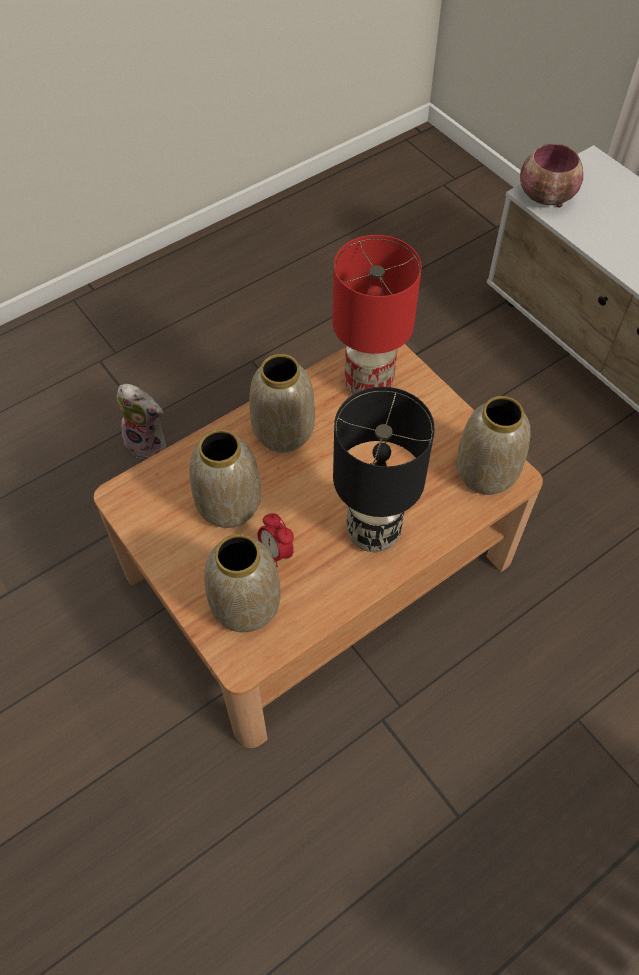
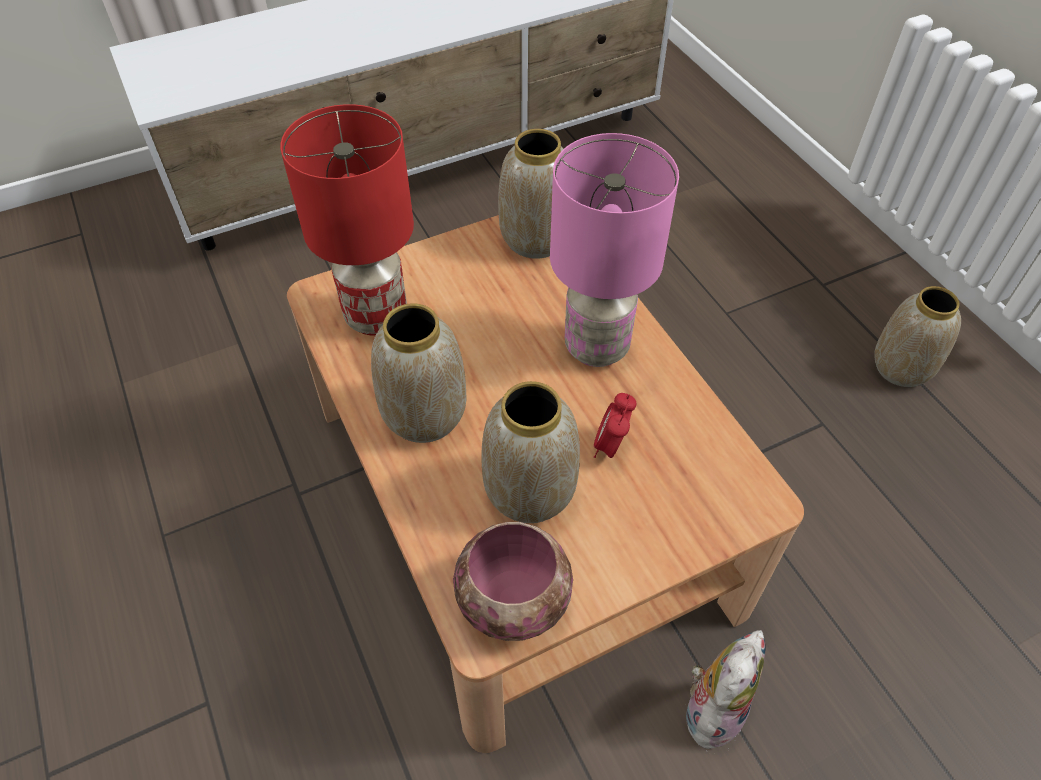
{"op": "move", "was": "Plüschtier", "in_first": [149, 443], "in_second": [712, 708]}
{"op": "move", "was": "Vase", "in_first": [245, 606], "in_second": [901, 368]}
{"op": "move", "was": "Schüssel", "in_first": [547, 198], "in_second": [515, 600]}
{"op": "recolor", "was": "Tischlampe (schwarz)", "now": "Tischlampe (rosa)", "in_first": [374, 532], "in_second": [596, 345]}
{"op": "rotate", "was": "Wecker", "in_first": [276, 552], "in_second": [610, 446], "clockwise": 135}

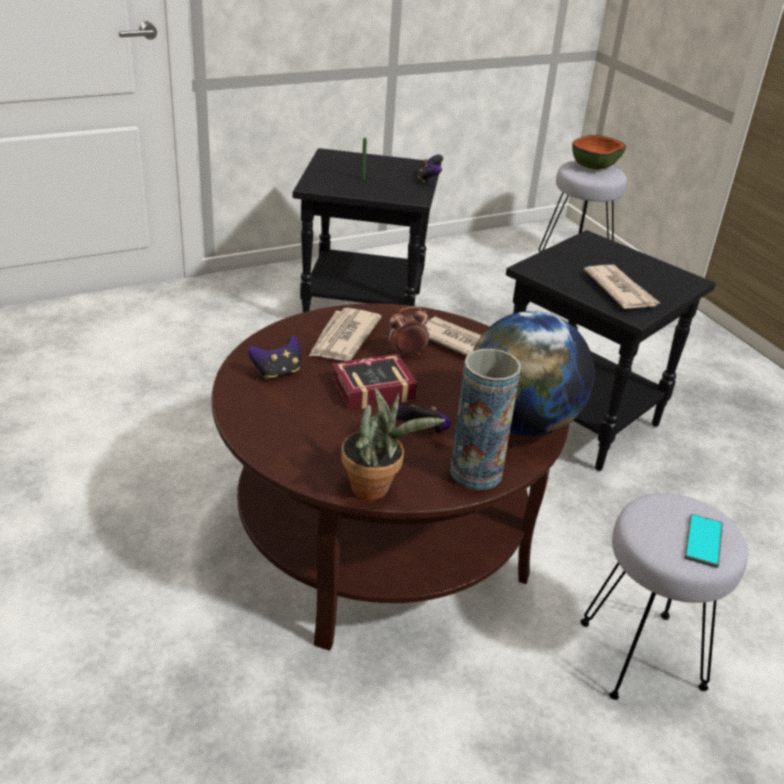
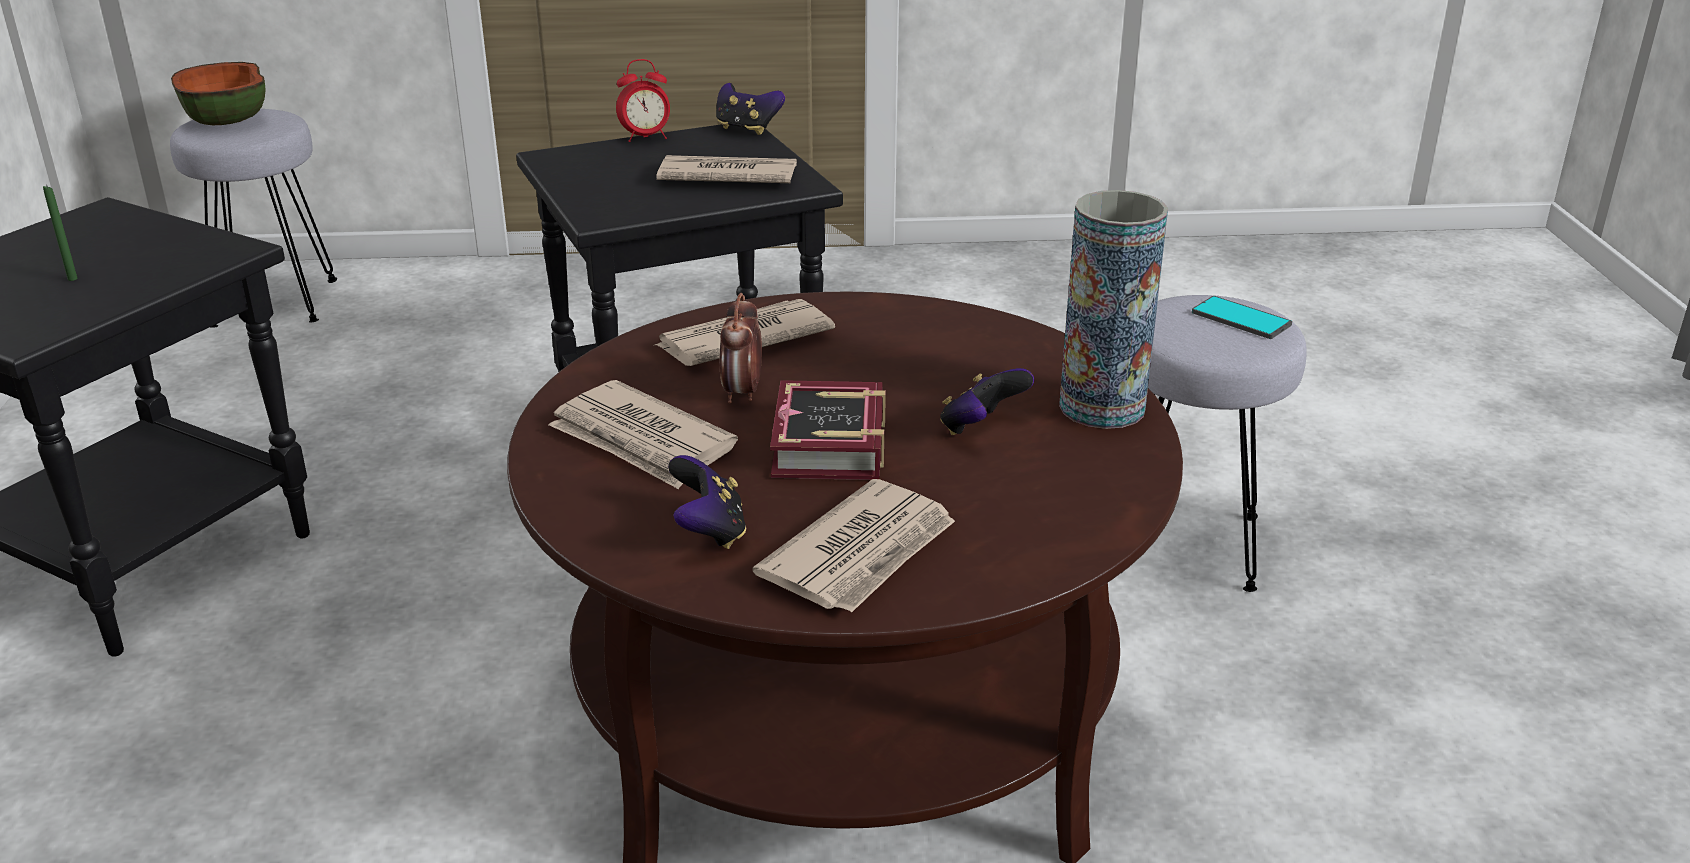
{"op": "delete", "was": "Topfpflanze", "in_first": [376, 488]}
{"op": "delete", "was": "Globus", "in_first": [521, 423]}
{"op": "insert", "now": "Wecker", "in_second": [646, 137]}
{"op": "insert", "now": "Zeitung", "in_second": [862, 553]}
{"op": "move", "was": "Gamepad", "in_first": [429, 179], "in_second": [747, 129]}

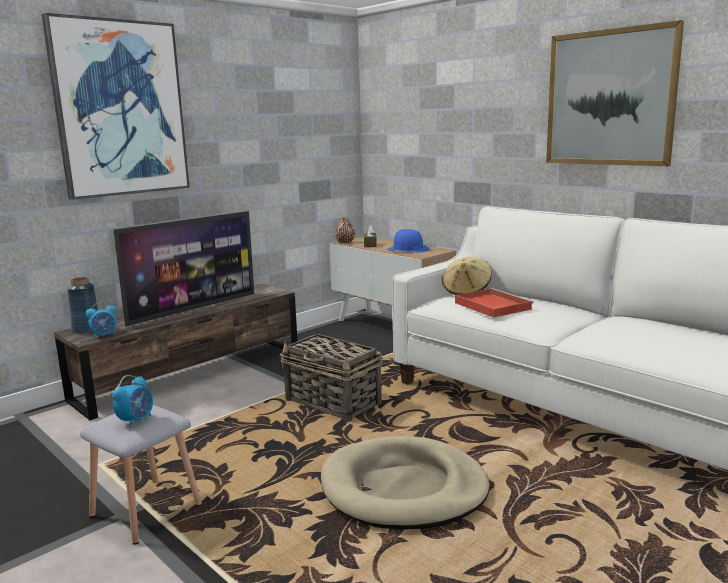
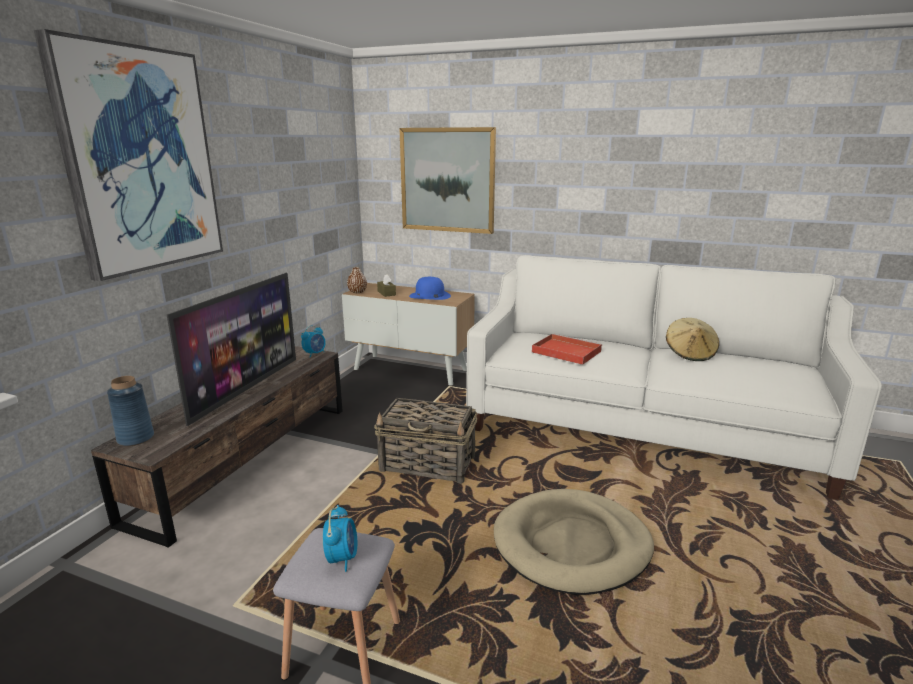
{"op": "move", "was": "Wecker", "in_first": [104, 335], "in_second": [315, 354]}
{"op": "move", "was": "Hut (beige)", "in_first": [466, 291], "in_second": [690, 354]}
{"op": "move", "was": "Bild", "in_first": [610, 98], "in_second": [447, 180]}

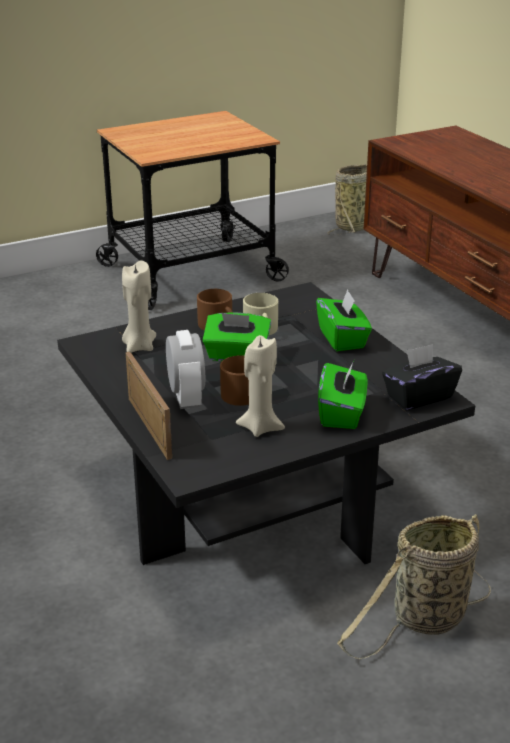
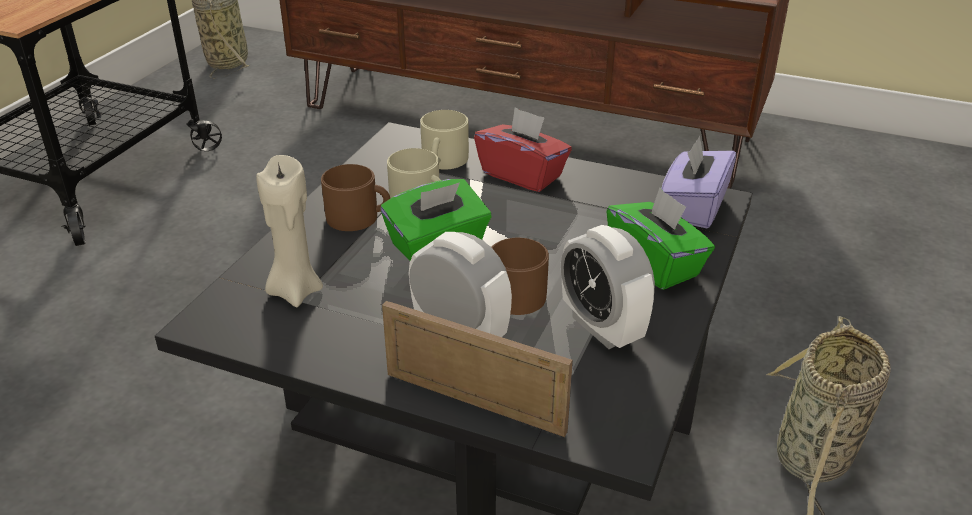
{"op": "insert", "now": "Henkelbecher (beige)", "in_second": [443, 161]}
{"op": "replace", "was": "Kerze (beige)", "now": "Wecker", "in_first": [260, 427], "in_second": [602, 327]}
{"op": "recolor", "was": "Taschentuchbox (grün)", "now": "Taschentuchbox (rot)", "in_first": [342, 339], "in_second": [522, 174]}
{"op": "recolor", "was": "Taschentuchbox (schwarz)", "now": "Taschentuchbox (lila)", "in_first": [419, 396], "in_second": [693, 207]}

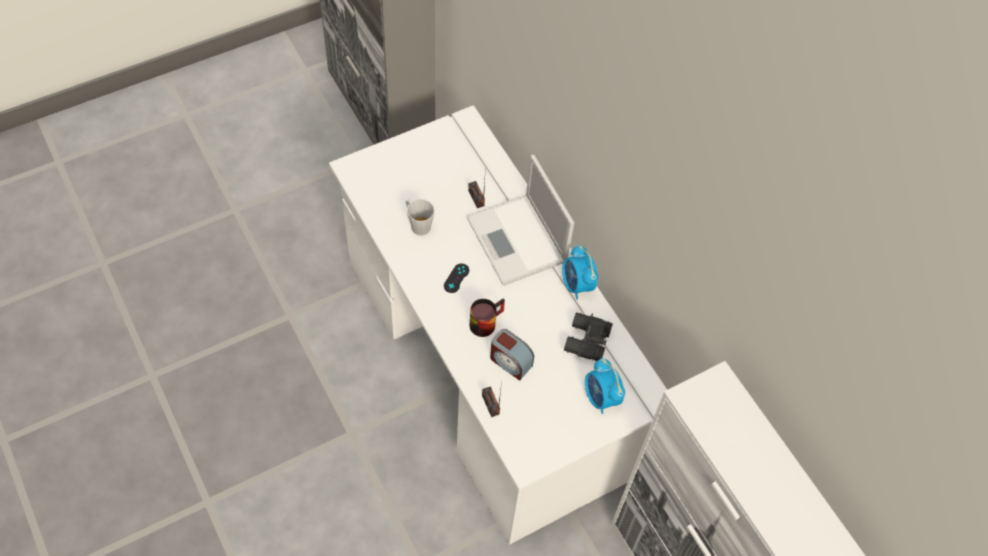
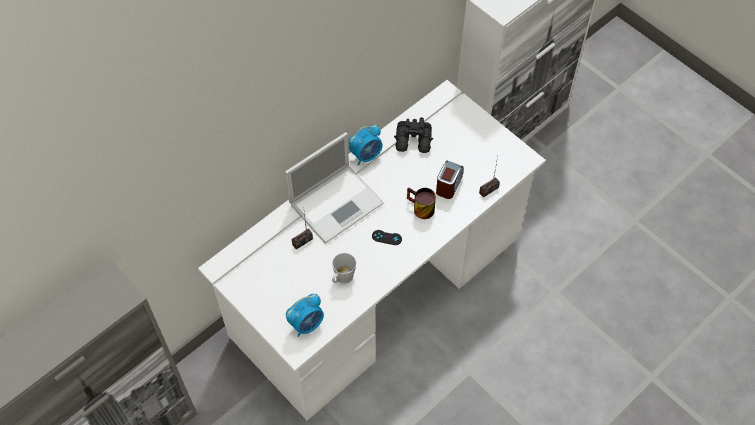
{"op": "move", "was": "Wecker", "in_first": [601, 398], "in_second": [307, 324]}

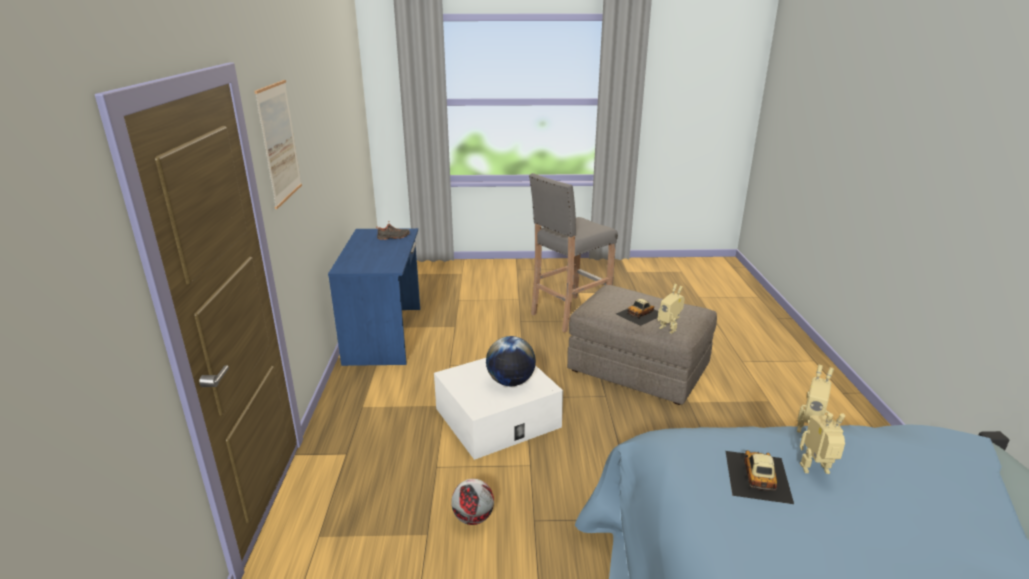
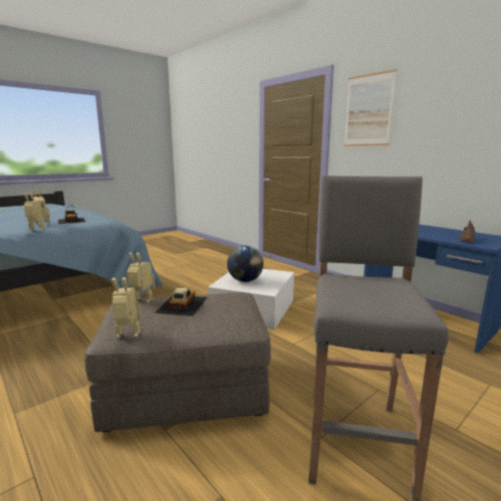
{"op": "delete", "was": "Fußball", "in_first": [472, 517]}
{"op": "insert", "now": "Spielzeugroboter", "in_second": [127, 336]}

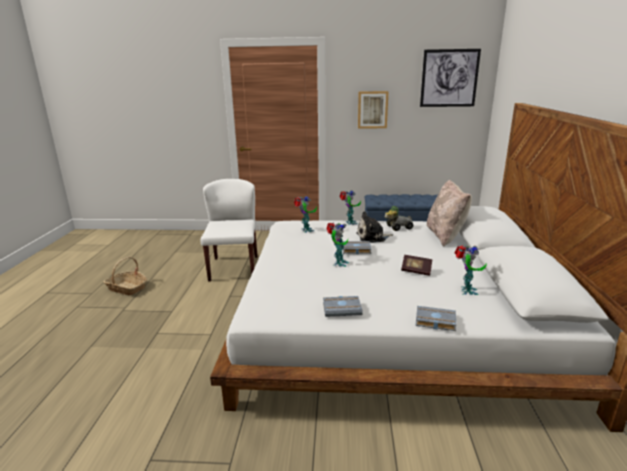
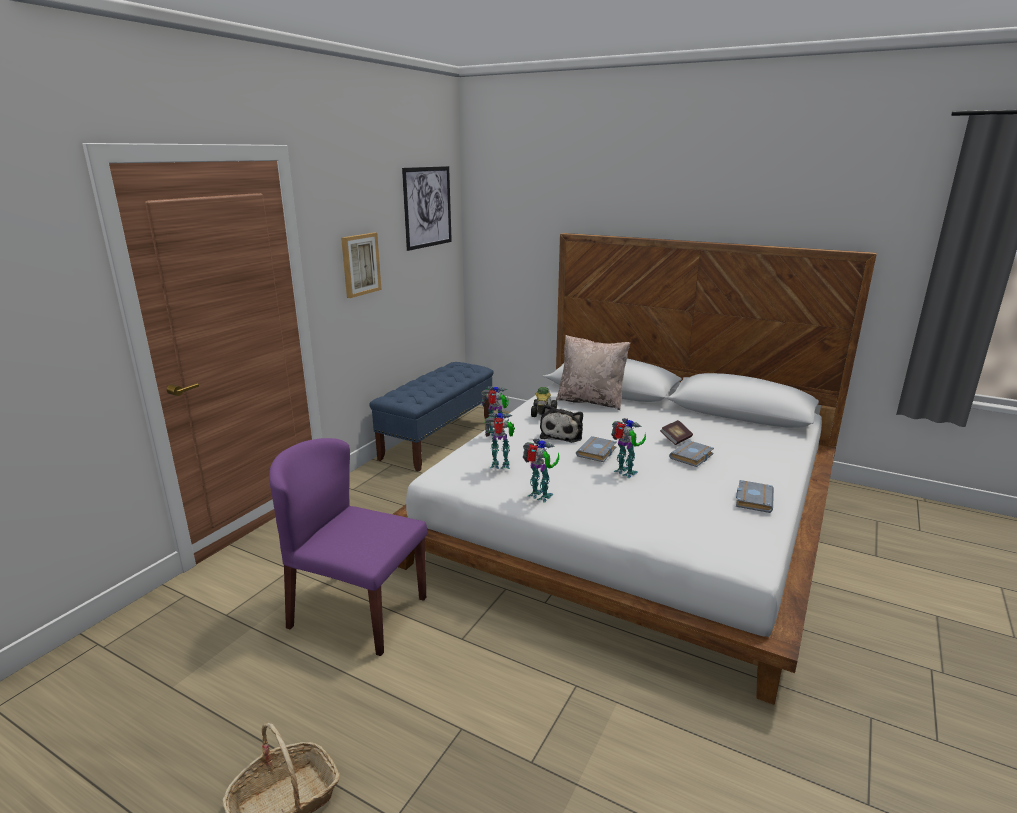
{"op": "move", "was": "Buch (grau)", "in_first": [434, 321], "in_second": [692, 457]}
{"op": "move", "was": "Spielzeugroboter", "in_first": [466, 291], "in_second": [540, 497]}
{"op": "recolor", "was": "Stuhl (weiß)", "now": "Stuhl (lila)", "in_first": [234, 268], "in_second": [357, 612]}

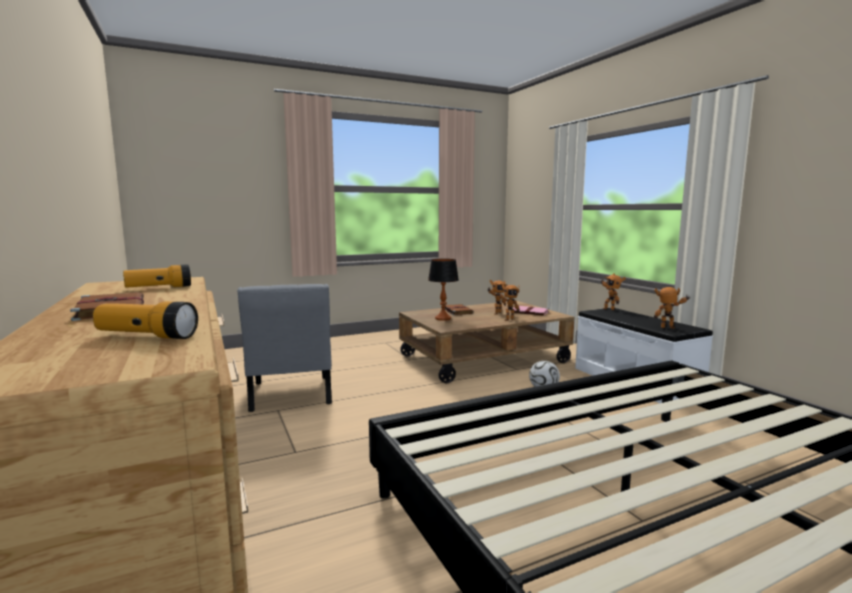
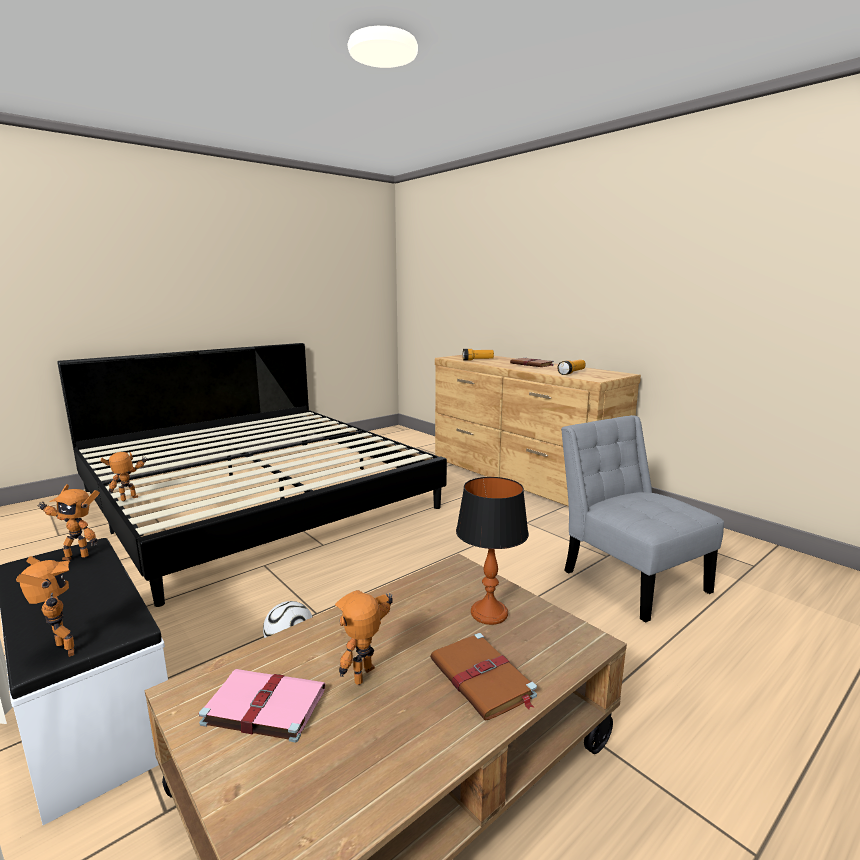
{"op": "move", "was": "Spielzeugroboter", "in_first": [508, 319], "in_second": [131, 499]}

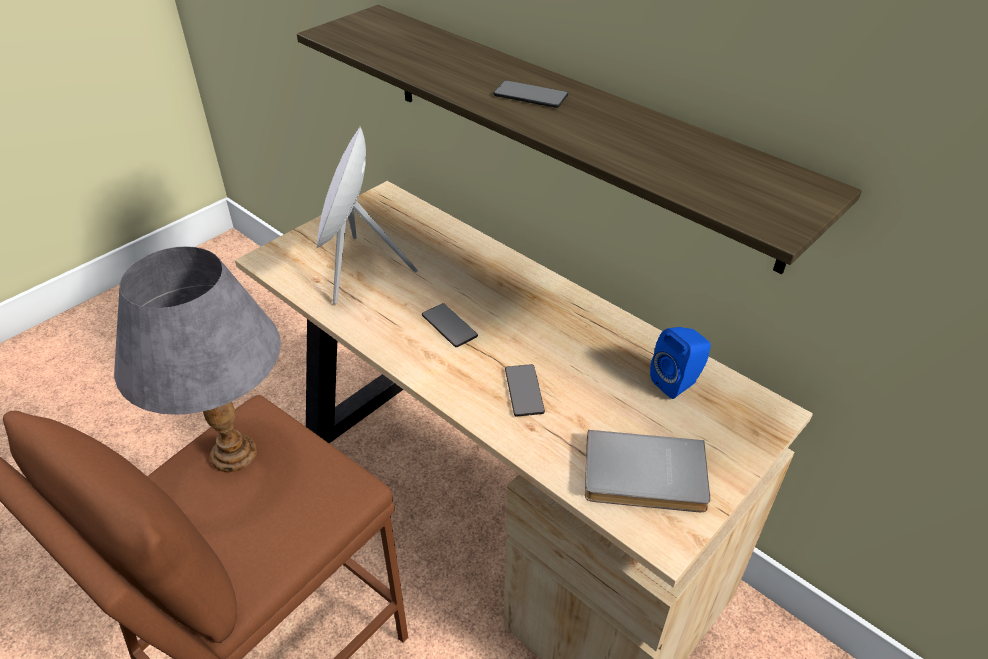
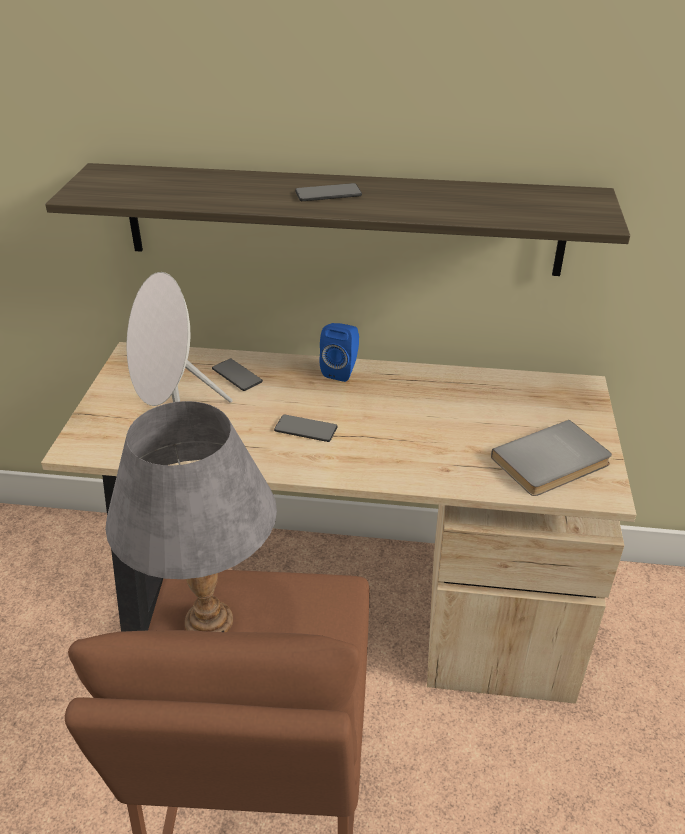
{"op": "move", "was": "Handy", "in_first": [524, 391], "in_second": [237, 375]}
{"op": "move", "was": "Lautsprecher (blau)", "in_first": [678, 382], "in_second": [342, 370]}

